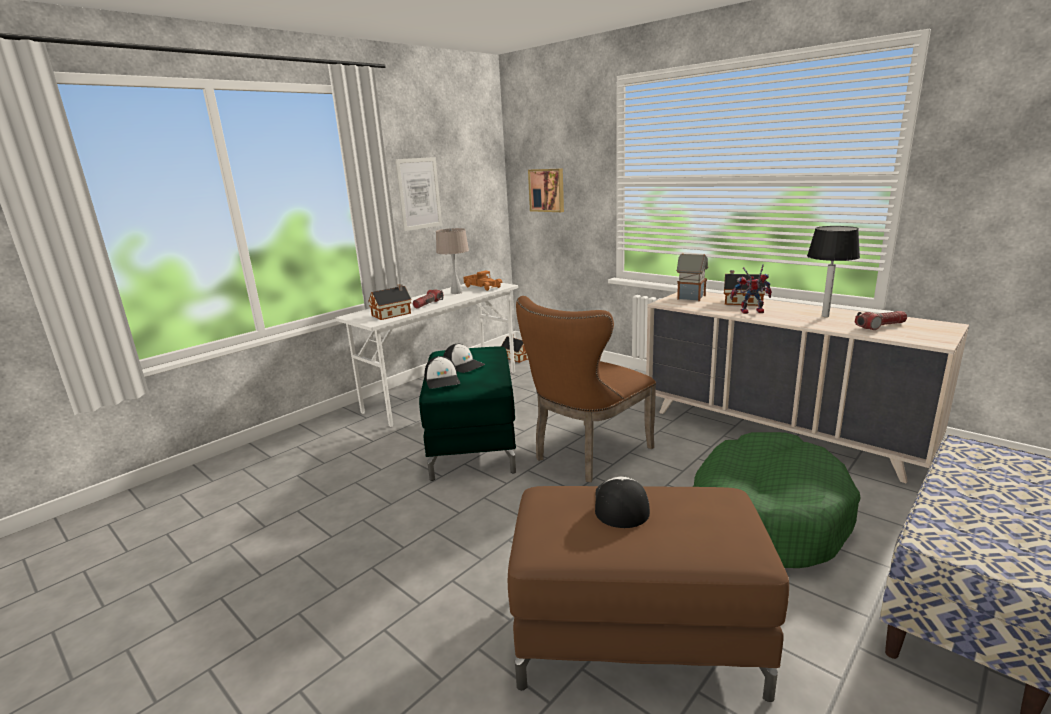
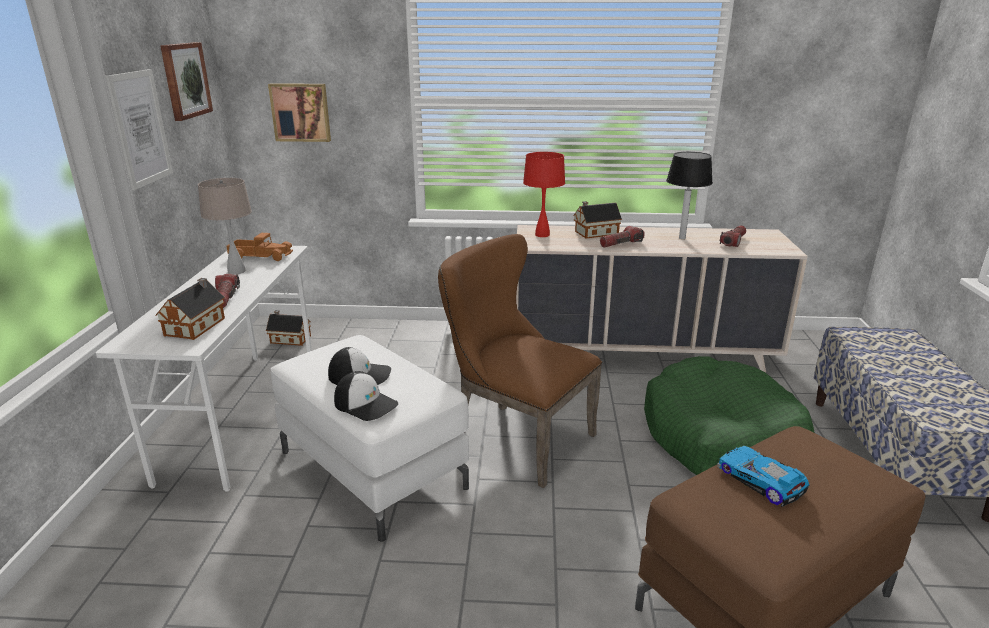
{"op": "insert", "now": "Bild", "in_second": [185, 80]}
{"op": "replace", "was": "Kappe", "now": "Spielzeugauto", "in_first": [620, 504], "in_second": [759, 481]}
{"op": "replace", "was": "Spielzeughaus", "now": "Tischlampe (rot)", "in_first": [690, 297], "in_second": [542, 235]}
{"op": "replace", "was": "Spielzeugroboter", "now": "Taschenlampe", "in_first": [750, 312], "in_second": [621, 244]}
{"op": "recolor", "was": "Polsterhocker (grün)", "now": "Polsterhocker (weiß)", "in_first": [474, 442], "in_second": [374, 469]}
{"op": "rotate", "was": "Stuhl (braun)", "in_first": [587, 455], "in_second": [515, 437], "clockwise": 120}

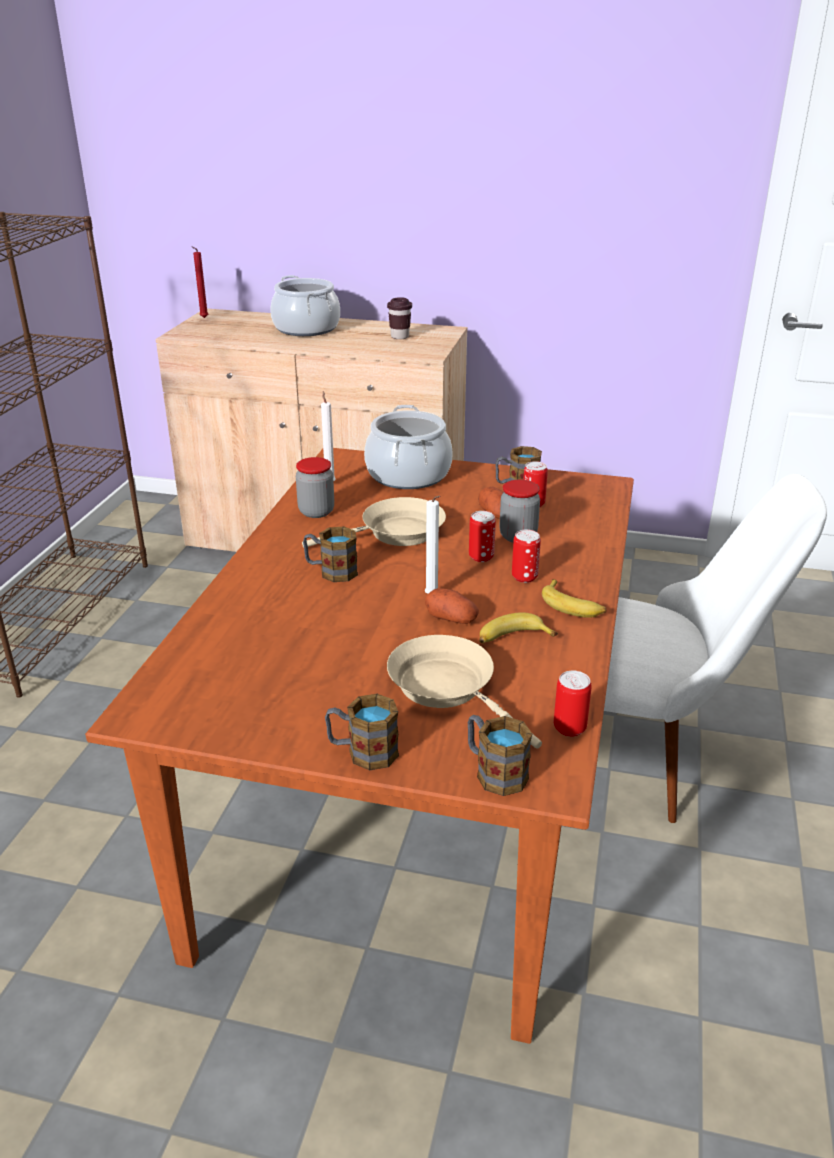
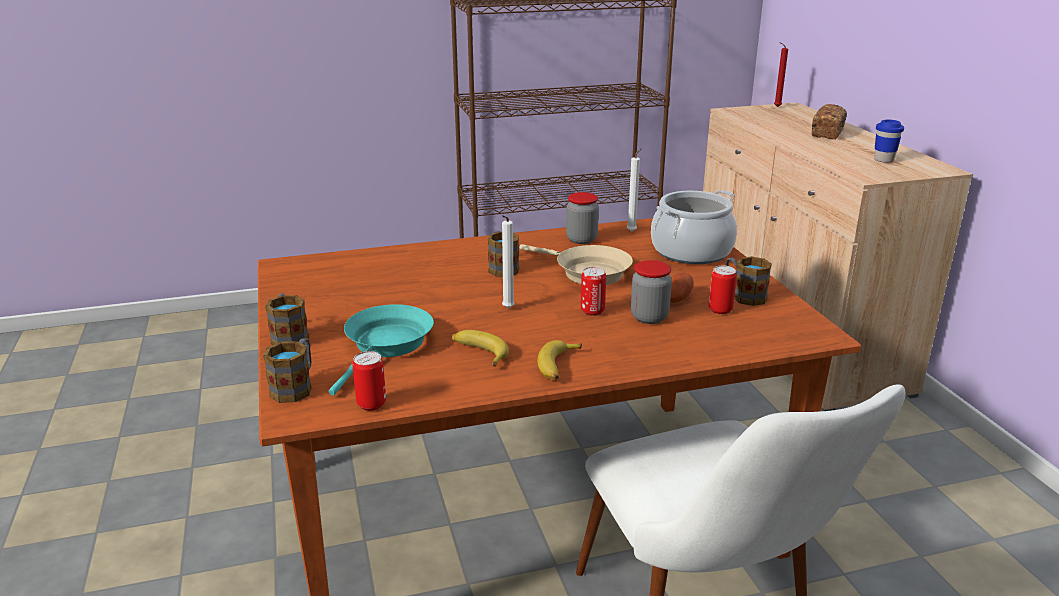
{"op": "delete", "was": "Kartoffel", "in_first": [451, 618]}
{"op": "delete", "was": "Dose", "in_first": [524, 577]}
{"op": "replace", "was": "Kochtopf", "now": "Brot", "in_first": [306, 328], "in_second": [827, 133]}
{"op": "recolor", "was": "Tasse (braun)", "now": "Tasse (blau)", "in_first": [400, 337], "in_second": [883, 160]}
{"op": "recolor", "was": "Pfanne (beige)", "now": "Pfanne (türkis)", "in_first": [448, 688], "in_second": [386, 345]}

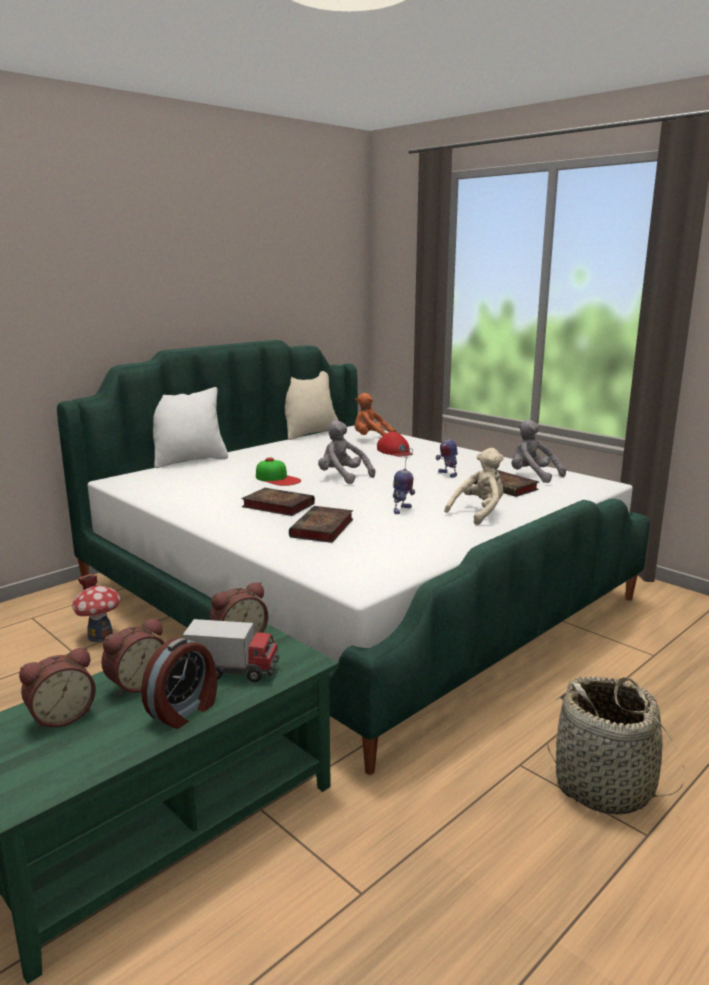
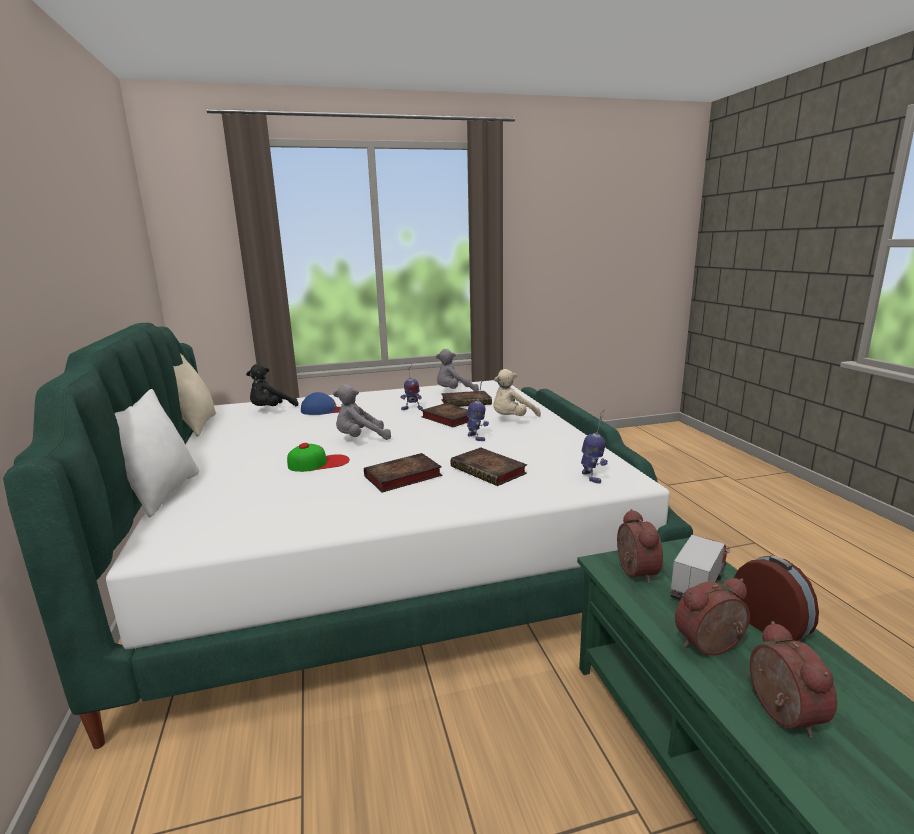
{"op": "delete", "was": "Spielzeughaus", "in_first": [100, 635]}
{"op": "delete", "was": "Korb", "in_first": [604, 787]}
{"op": "insert", "now": "Buch", "in_second": [448, 418]}
{"op": "insert", "now": "Spielzeugroboter", "in_second": [592, 477]}
{"op": "recolor", "was": "Plüschtier (orange)", "now": "Plüschtier (schwarz)", "in_first": [372, 439], "in_second": [271, 410]}
{"op": "recolor", "was": "Kappe (rot)", "now": "Kappe (blau)", "in_first": [395, 451], "in_second": [323, 410]}
{"op": "rotate", "was": "Wecker", "in_first": [136, 683], "in_second": [711, 647], "clockwise": -90}
{"op": "rotate", "was": "Plüschtier (beige)", "in_first": [479, 513], "in_second": [512, 419], "clockwise": -120}

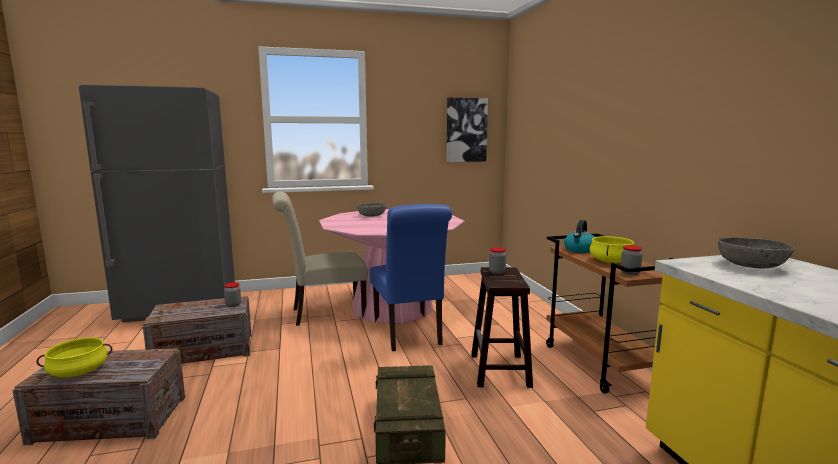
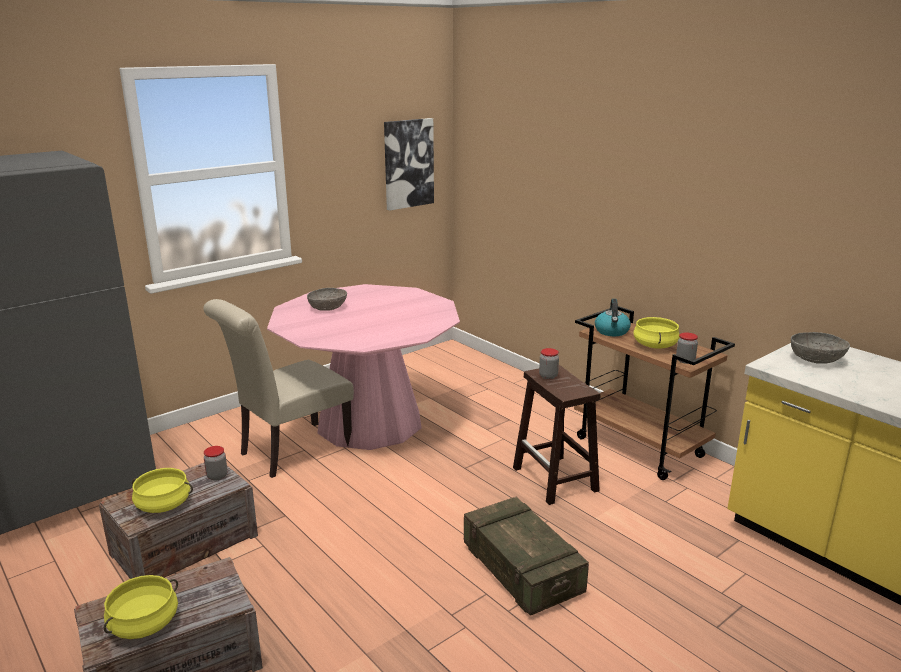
{"op": "delete", "was": "Stuhl (blau)", "in_first": [409, 334]}
{"op": "insert", "now": "Kochtopf (gelb)", "in_second": [164, 504]}

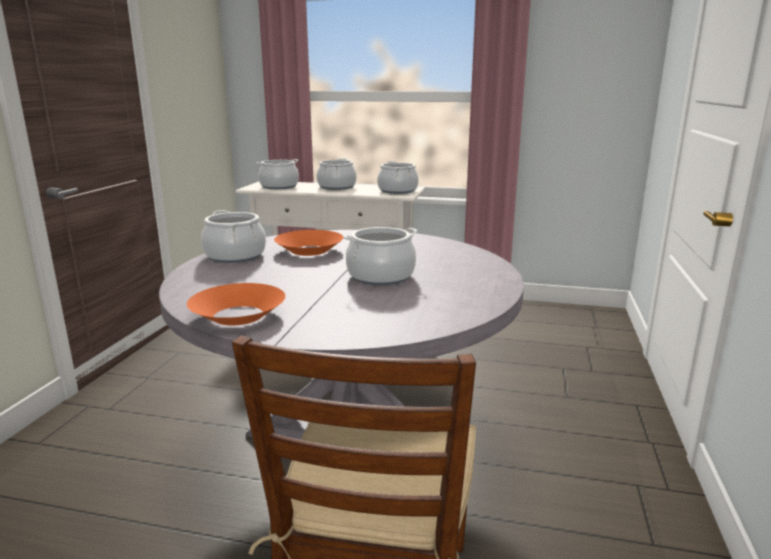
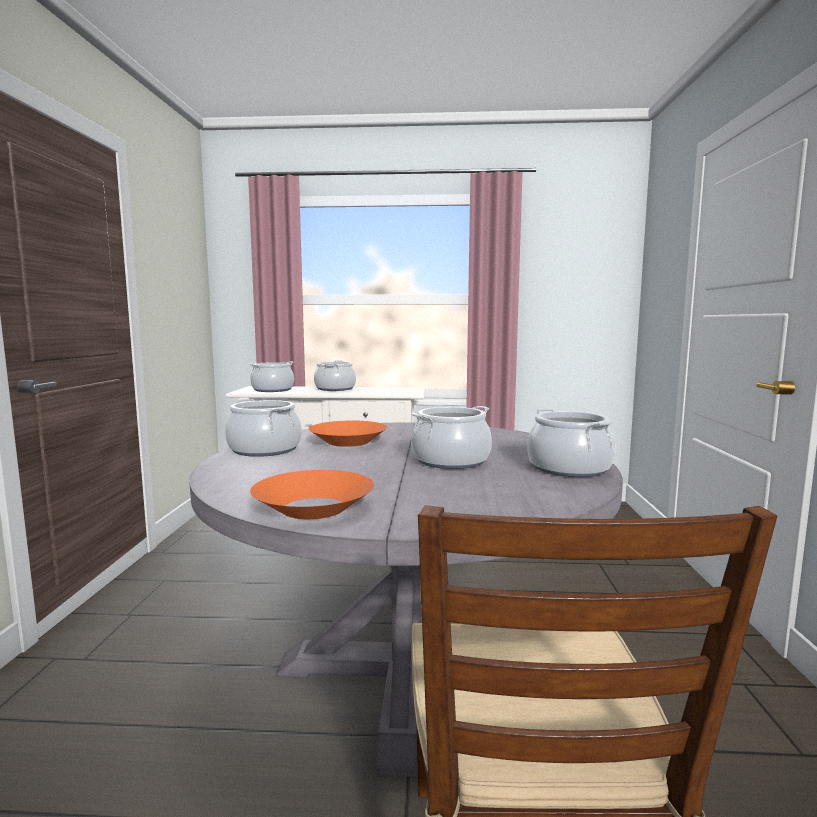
{"op": "move", "was": "Kochtopf", "in_first": [397, 190], "in_second": [569, 468]}

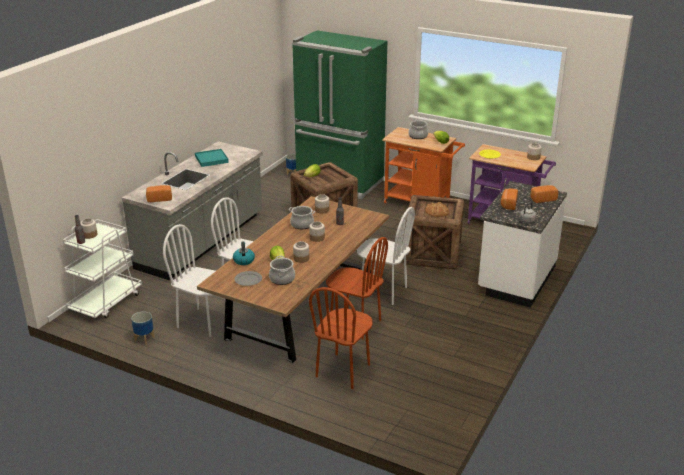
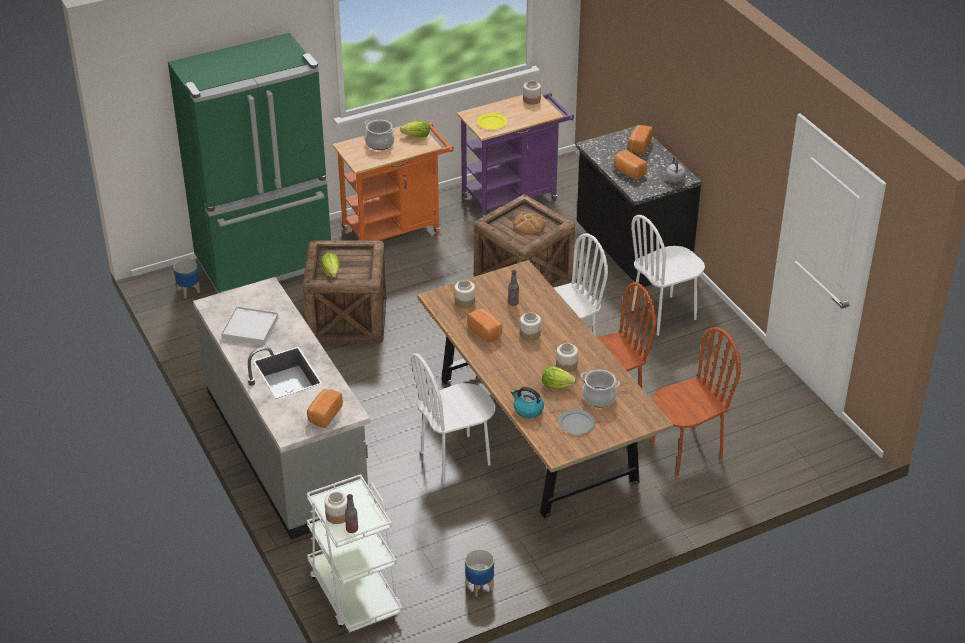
{"op": "move", "was": "Stuhl (weiß)", "in_first": [203, 322], "in_second": [664, 315]}
{"op": "replace", "was": "Kochtopf", "now": "Brot", "in_first": [302, 225], "in_second": [486, 332]}
{"op": "recolor", "was": "Tablett (türkis)", "now": "Tablett (weiß)", "in_first": [211, 159], "in_second": [250, 328]}
{"op": "recolor", "was": "Küchenzeile (weiß)", "now": "Küchenzeile (schwarz)", "in_first": [515, 279], "in_second": [631, 251]}
{"op": "rotate", "was": "Stuhl (braun)", "in_first": [343, 371], "in_second": [686, 452], "clockwise": -90}

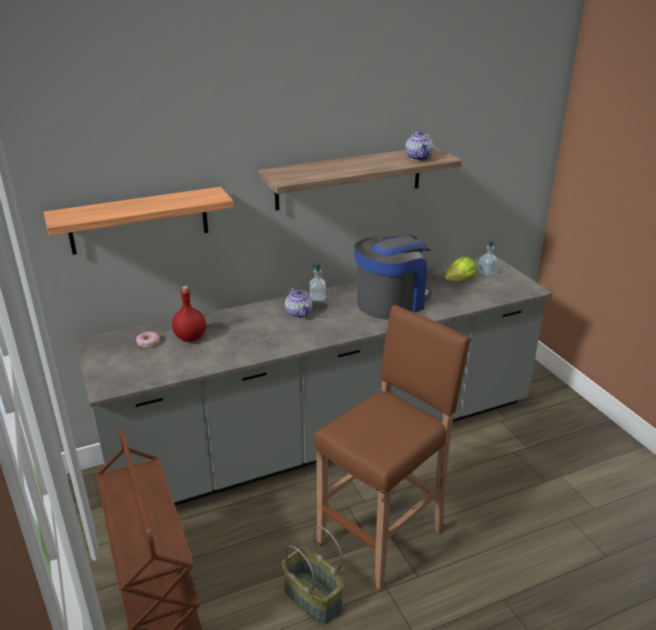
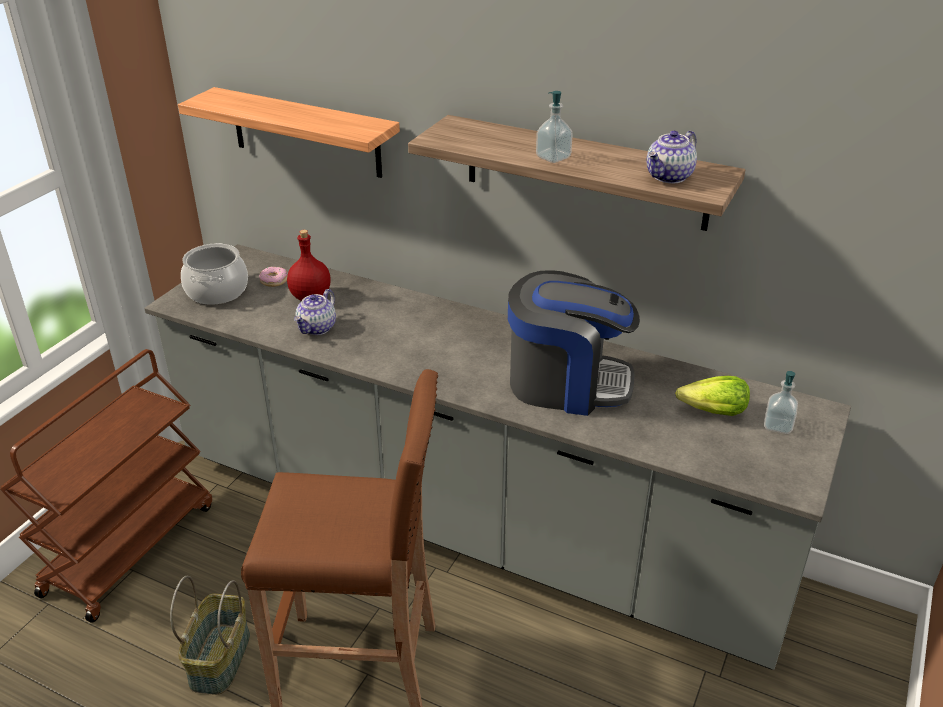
{"op": "insert", "now": "Kochtopf", "in_second": [216, 291]}
{"op": "move", "was": "Teekanne", "in_first": [299, 313], "in_second": [317, 328]}
{"op": "move", "was": "Seifenspender", "in_first": [317, 298], "in_second": [553, 157]}

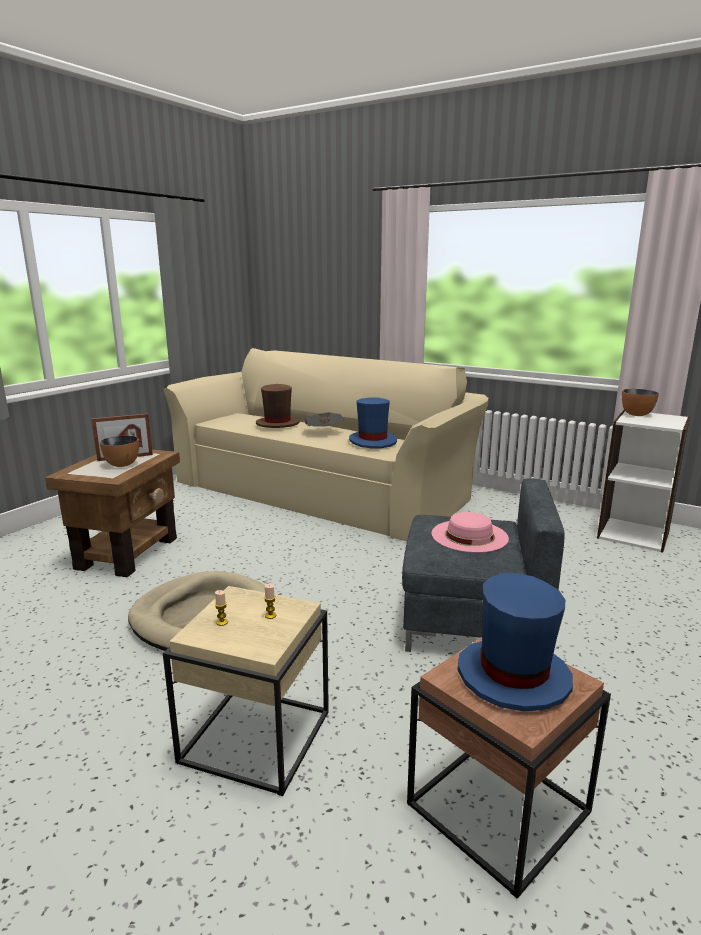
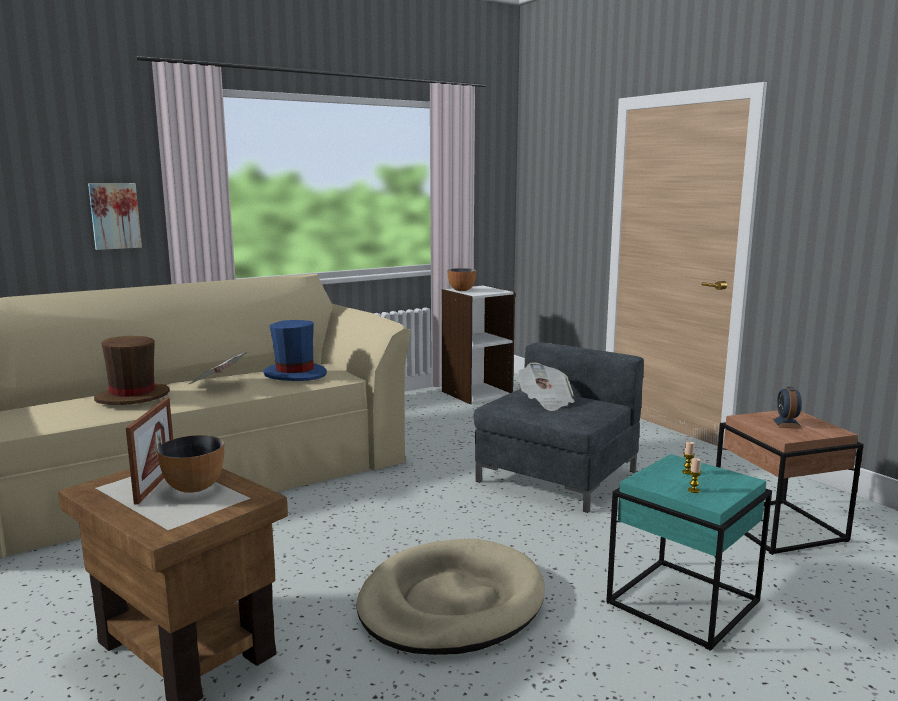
{"op": "insert", "now": "Bild", "in_second": [115, 216]}
{"op": "replace", "was": "Hut (rosa)", "now": "Zeitung", "in_first": [469, 535], "in_second": [545, 402]}
{"op": "replace", "was": "Hut (blau)", "now": "Wecker", "in_first": [512, 676], "in_second": [786, 423]}
{"op": "recolor", "was": "Beistelltisch (beige)", "now": "Beistelltisch (türkis)", "in_first": [254, 738], "in_second": [683, 604]}

